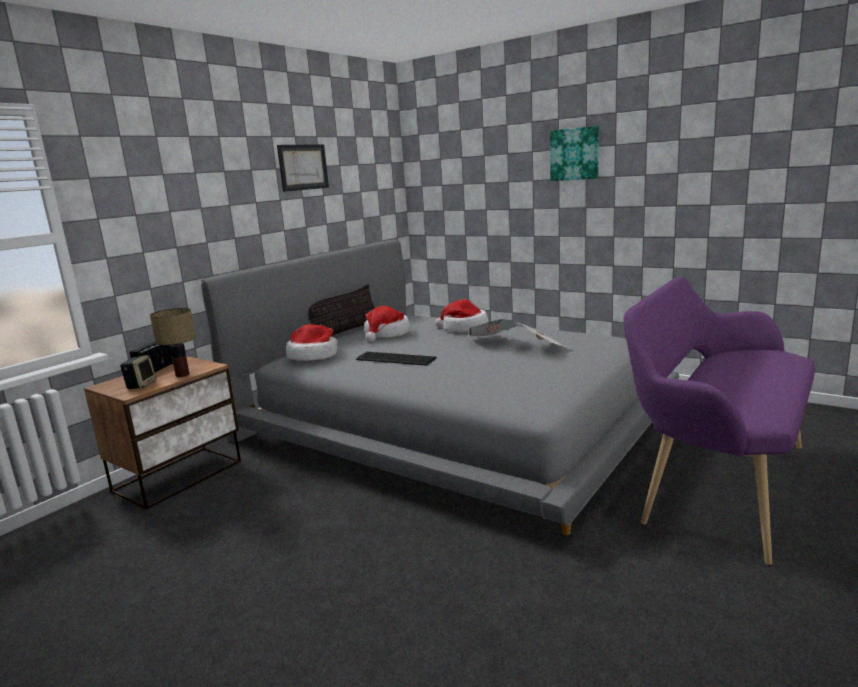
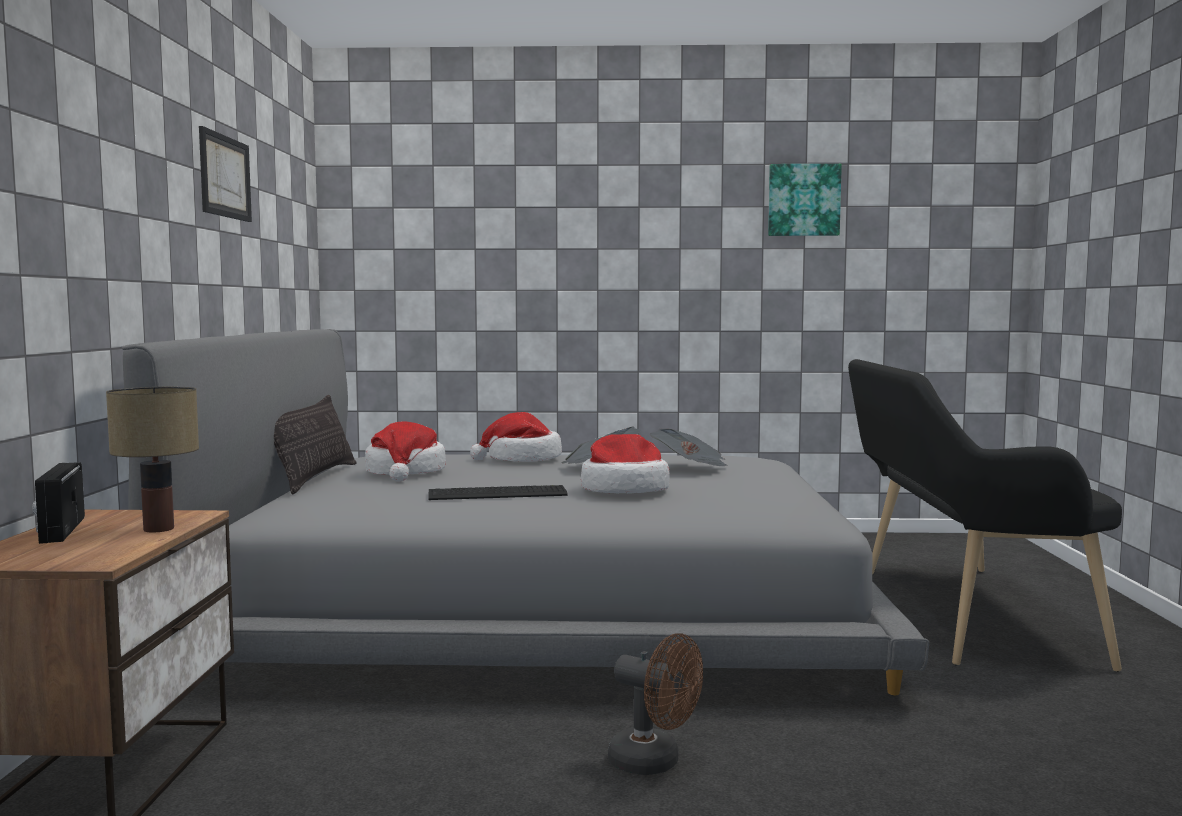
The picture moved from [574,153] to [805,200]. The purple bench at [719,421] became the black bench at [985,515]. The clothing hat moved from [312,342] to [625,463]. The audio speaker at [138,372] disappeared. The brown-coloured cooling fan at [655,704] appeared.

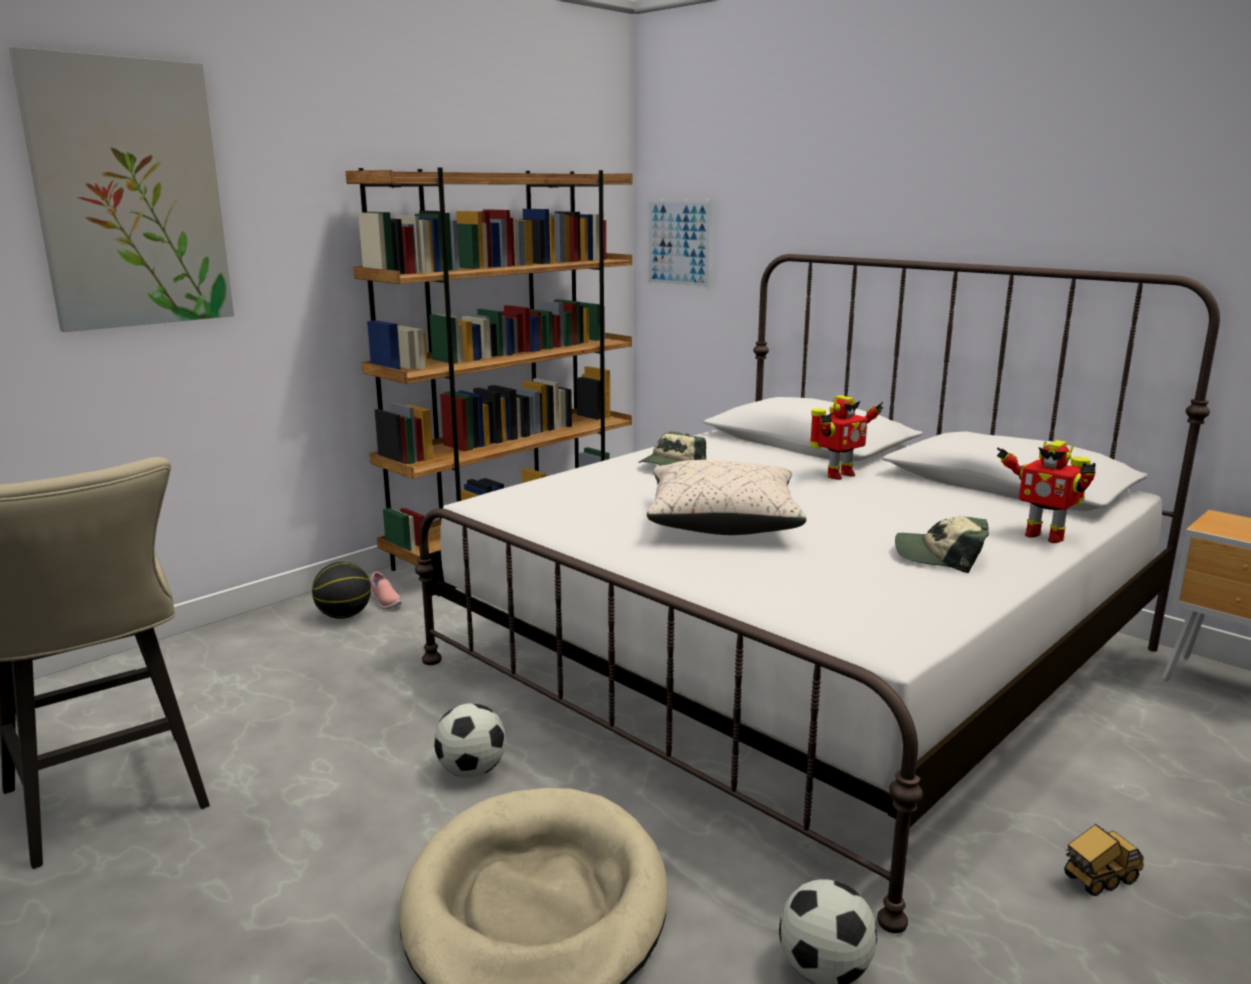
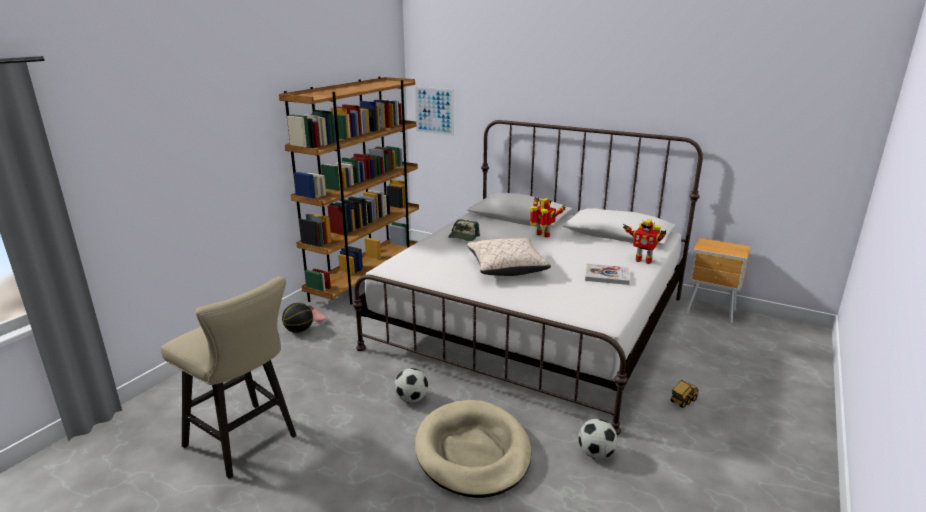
The picture at [121,189] disappeared. The model robot at [847,437] turned 90 degrees counterclockwise. The peaked cap at [942,544] was replaced by the book at [607,274].

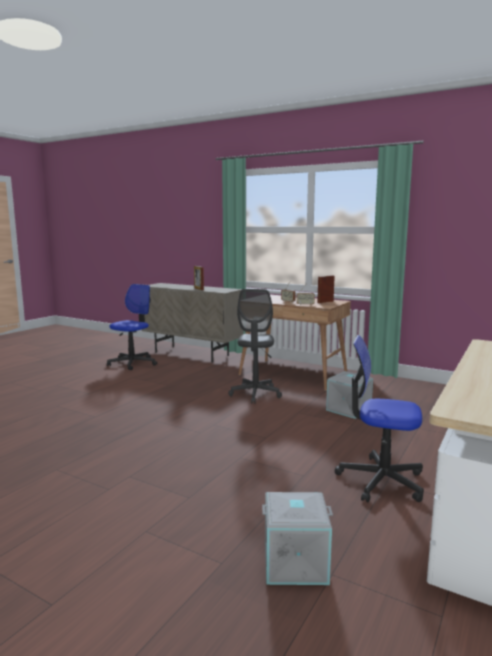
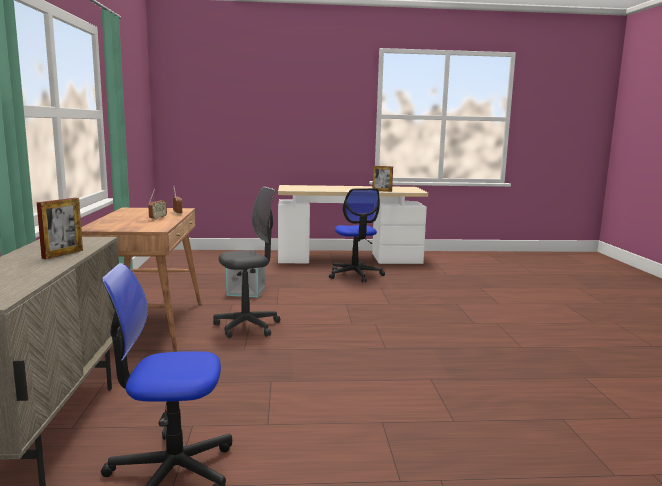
The picture frame moved from [326,289] to [382,179]. The gray storage box at [297,538] disappeared.

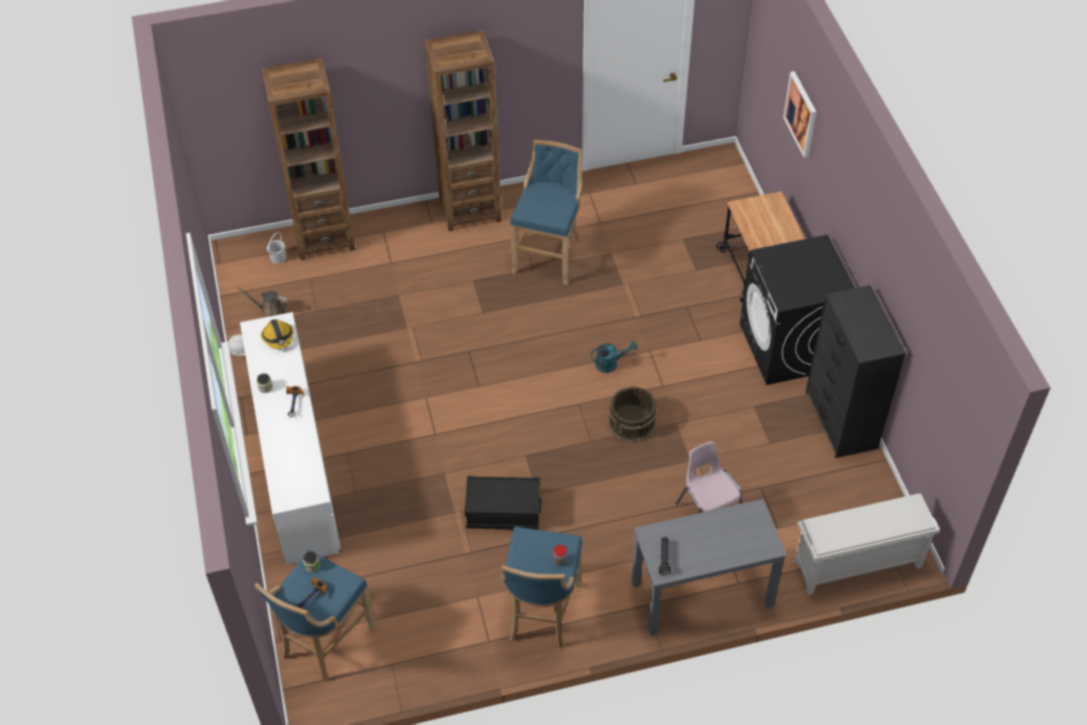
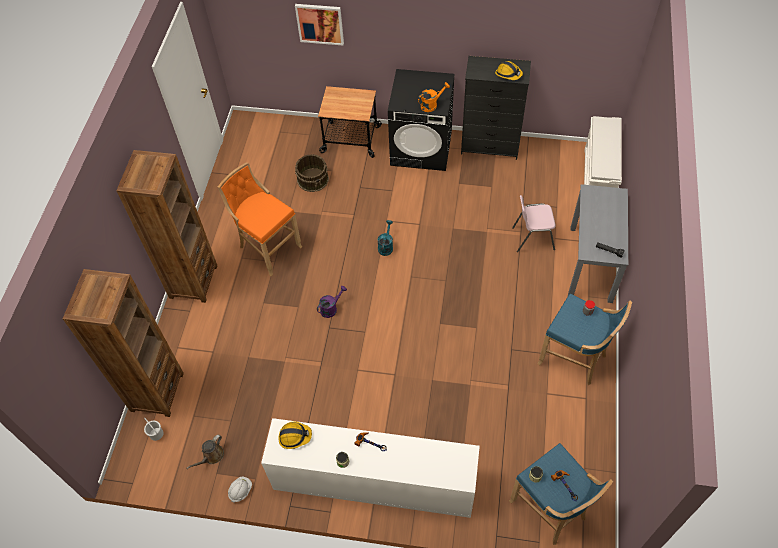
The blue-coloured stool seat at [546,212] became the orange stool seat at [260,219]. The brown-coloured pail moved from [632,414] to [312,173]. The black storage box at [502,503] disappeared. The safety helmet at [509,70] appeared. The orange watering pot at [434,97] appeared. The purple watering pot at [332,302] appeared.

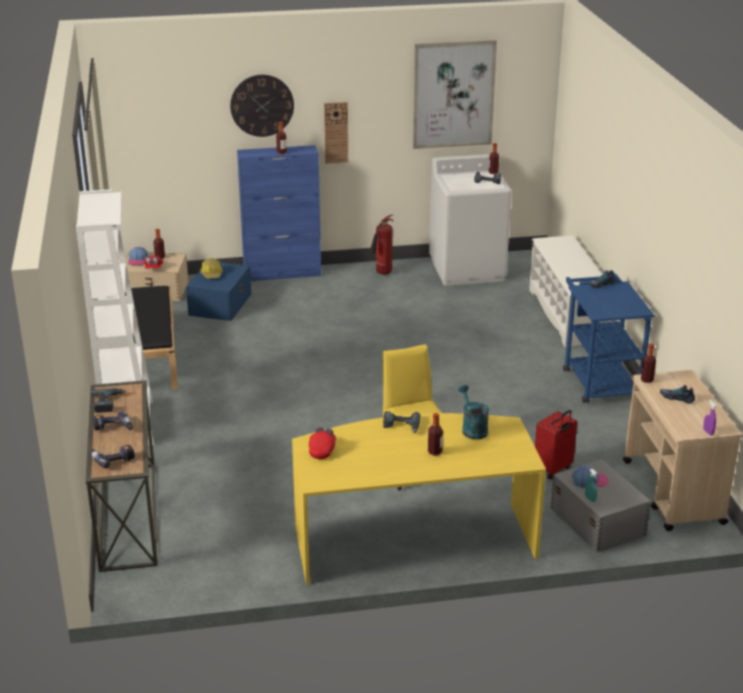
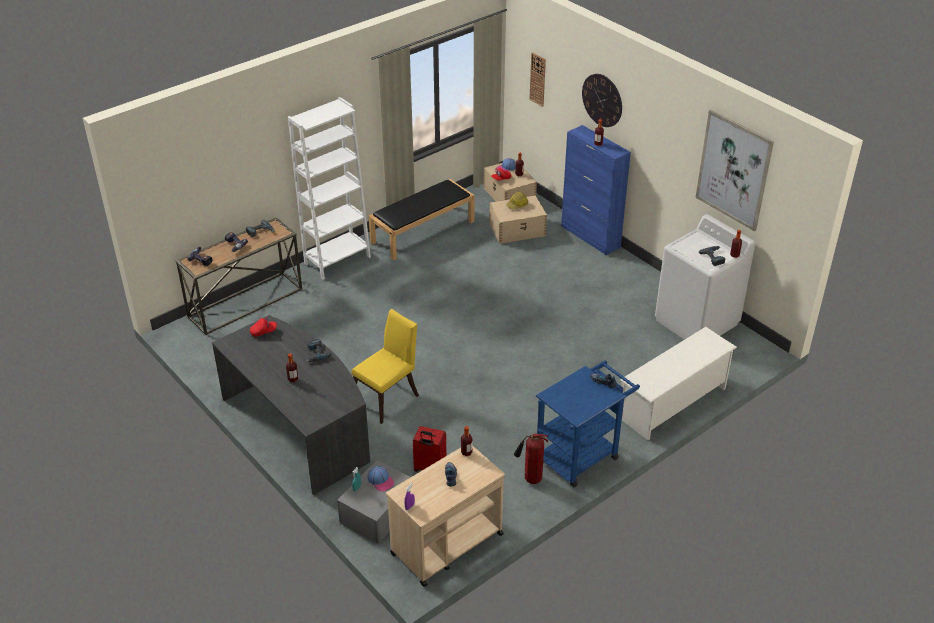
The clock on the wall moved from [336,133] to [537,79]. The fire extinguisher moved from [381,245] to [531,459]. The blue-coloured storage box at [218,292] became the beige-coloured storage box at [518,219]. The turquoise watering pot at [473,412] disappeared. The yellow desk unit at [419,499] became the gray desk unit at [291,405].

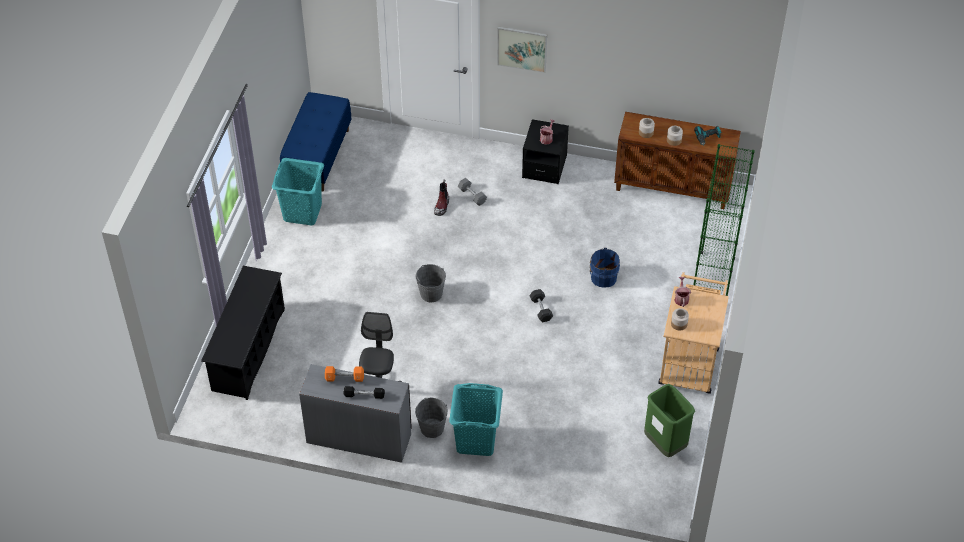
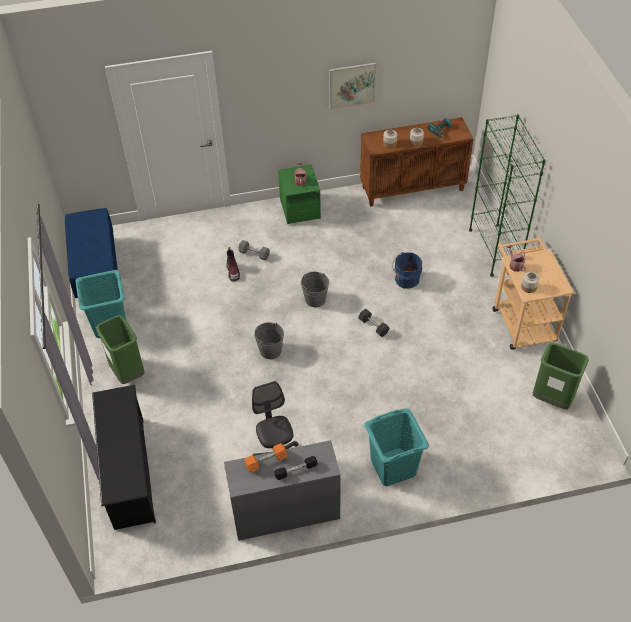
The picture moved from [522,49] to [352,86]. The black night table at [545,151] became the green night table at [299,194]. The gray pail moved from [431,418] to [315,289]. The green waste bin at [120,349] appeared.

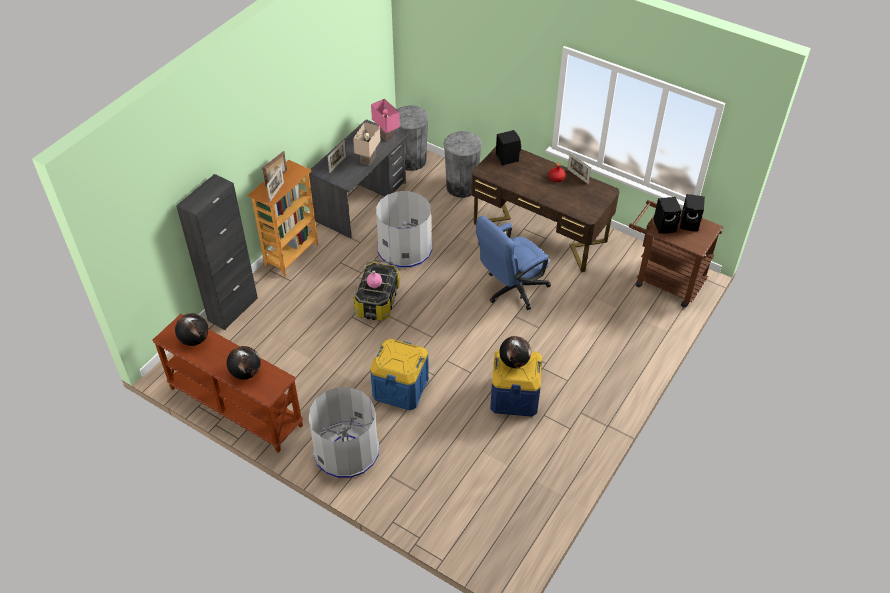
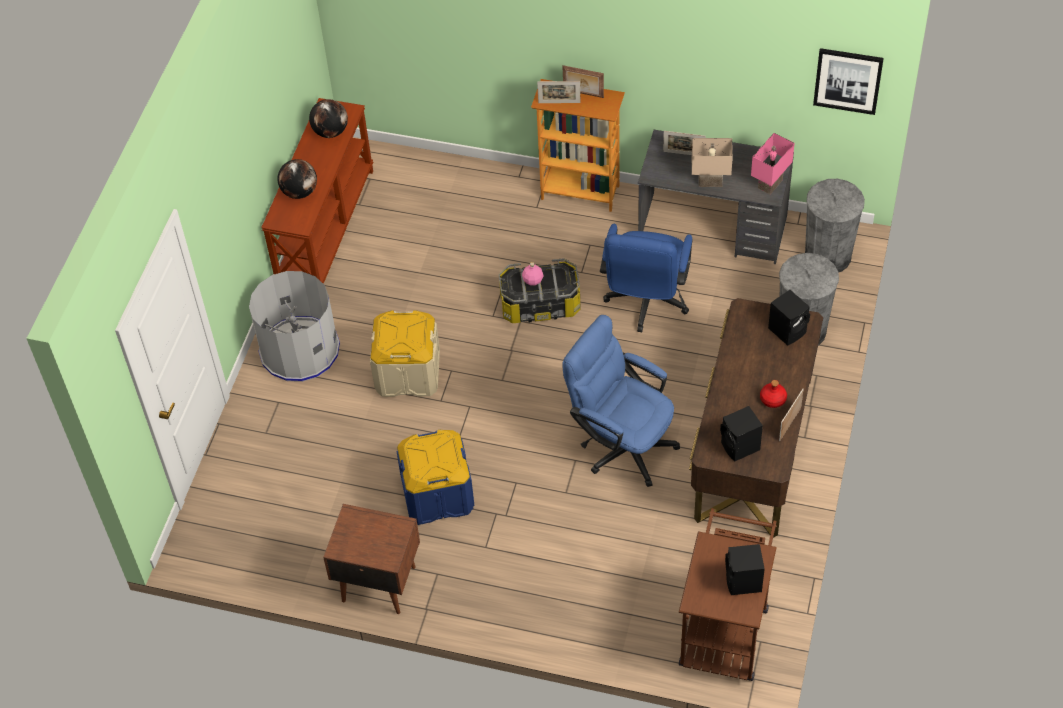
The black storage cabinet at [217,252] disappeared. The gray waste bin at [404,229] was replaced by the blue-coloured desk chair at [646,278]. The black audio speaker moved from [667,215] to [741,434]. The desk globe at [515,352] disappeared. The blue-coloured storage box at [399,374] became the beige-coloured storage box at [405,353]. The picture at [848,81] appeared. The brown-coloured night table at [371,559] appeared.

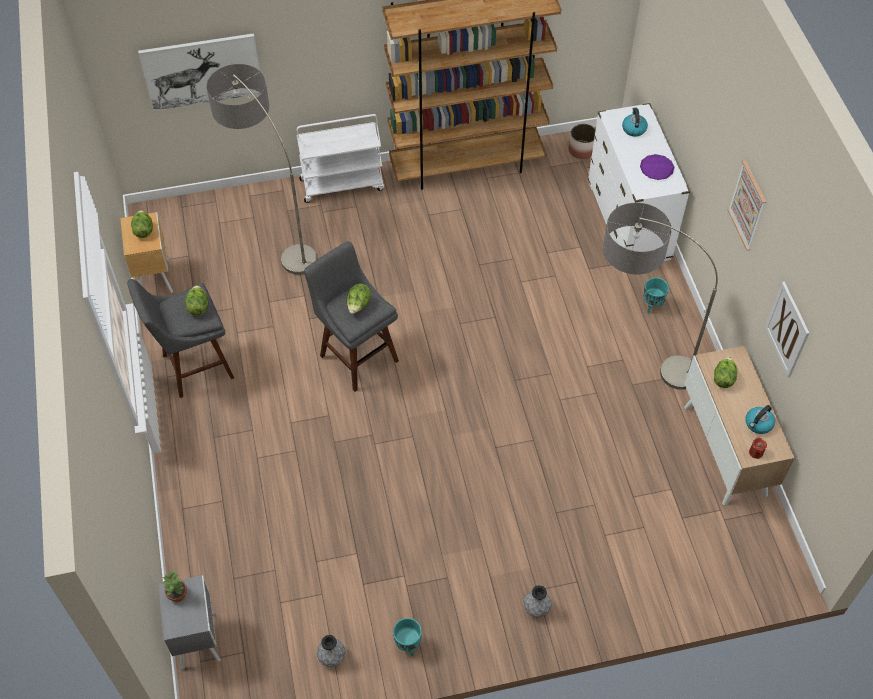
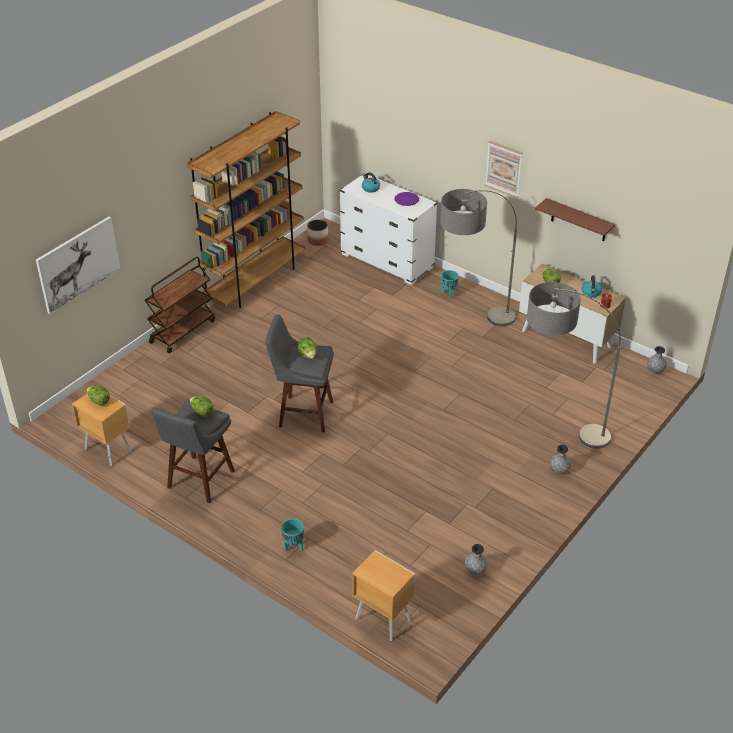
The floor lamp moved from [262,169] to [574,365]. The white wheeled cart at [340,158] became the brown-coloured wheeled cart at [179,305]. The picture at [787,329] was replaced by the brown-coloured wall shelf at [575,219]. The potted plant at [174,586] disappeared. The gray night table at [189,622] became the brown-coloured night table at [383,595]. The turquoise planter moved from [407,637] to [292,535]. The gray flower vase at [657,360] appeared.

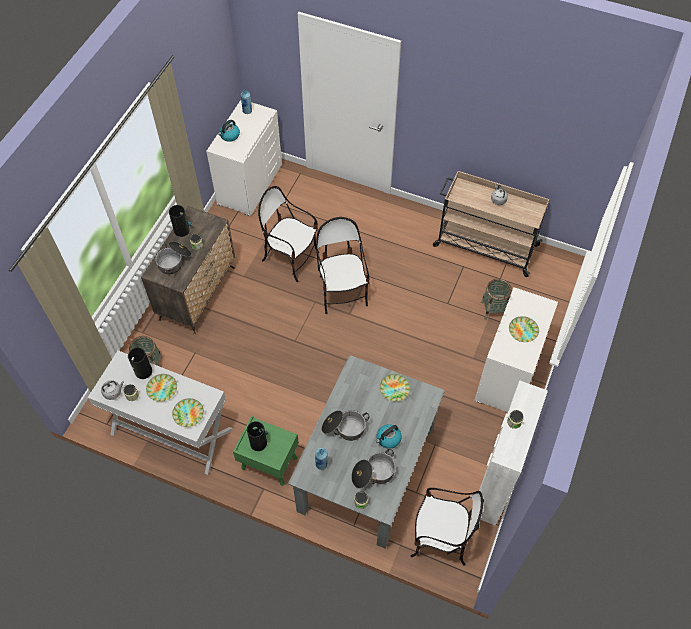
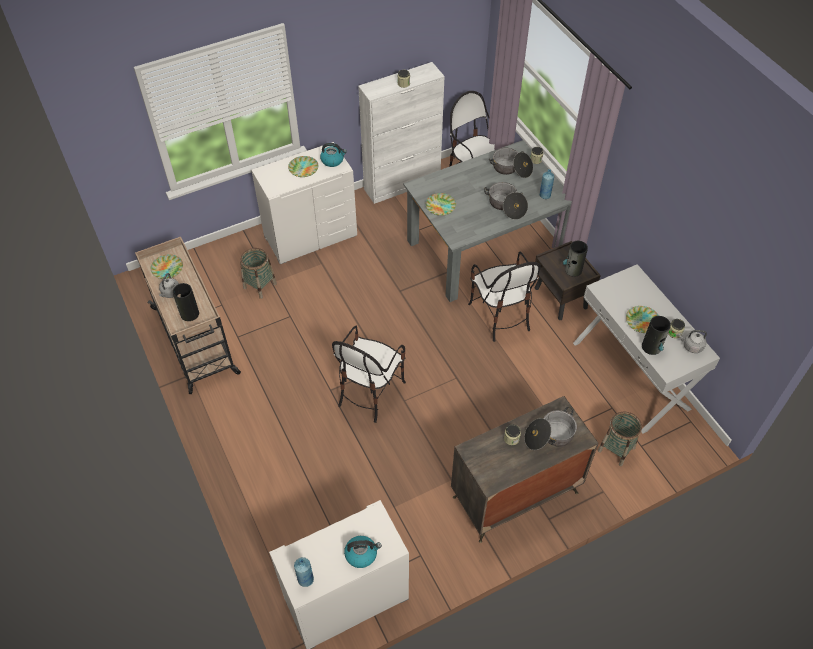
The plain chair moved from [288,234] to [504,296]. The flower vase moved from [180,221] to [185,302]. The plate moved from [188,412] to [167,266]. The green night table at [266,451] became the brown-coloured night table at [568,280]. The kettle moved from [389,436] to [333,155].

